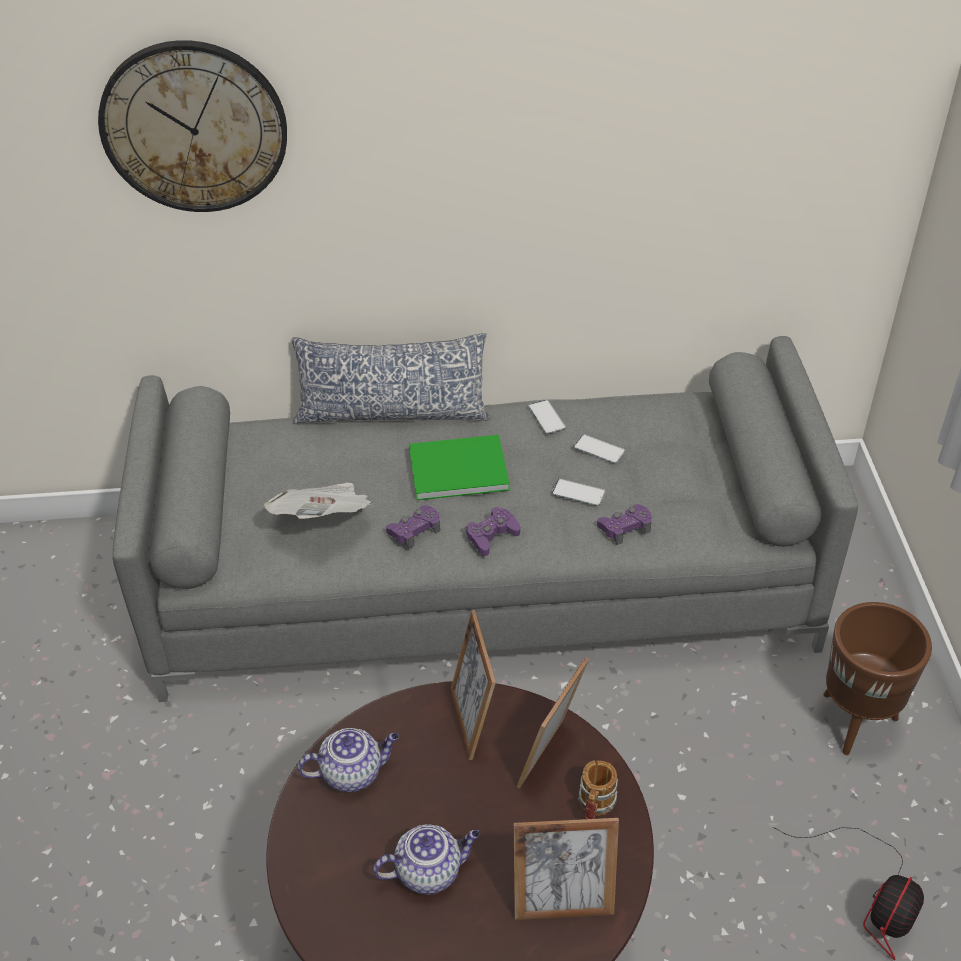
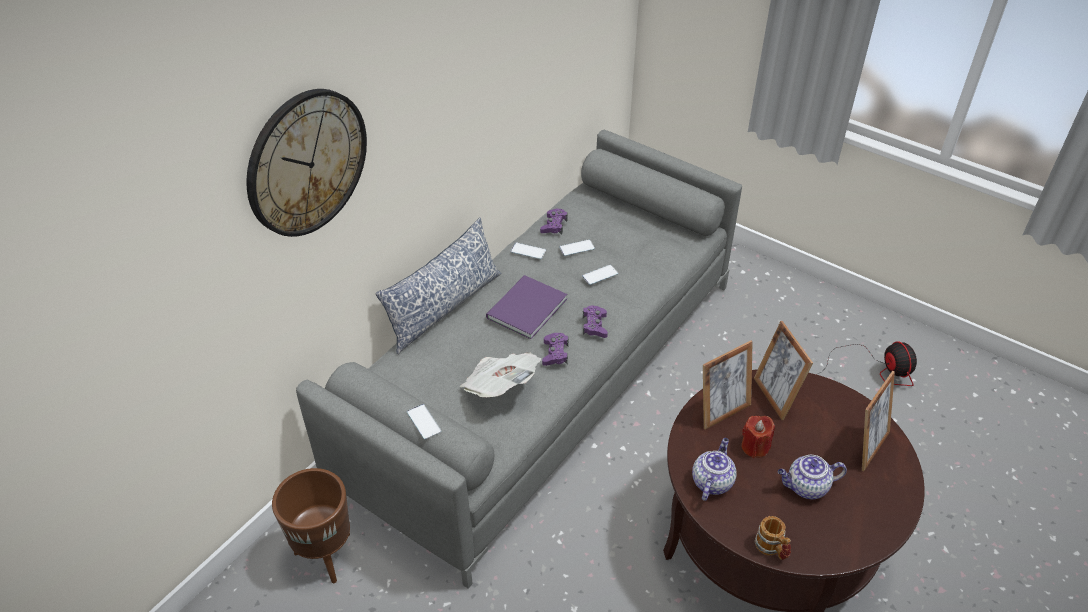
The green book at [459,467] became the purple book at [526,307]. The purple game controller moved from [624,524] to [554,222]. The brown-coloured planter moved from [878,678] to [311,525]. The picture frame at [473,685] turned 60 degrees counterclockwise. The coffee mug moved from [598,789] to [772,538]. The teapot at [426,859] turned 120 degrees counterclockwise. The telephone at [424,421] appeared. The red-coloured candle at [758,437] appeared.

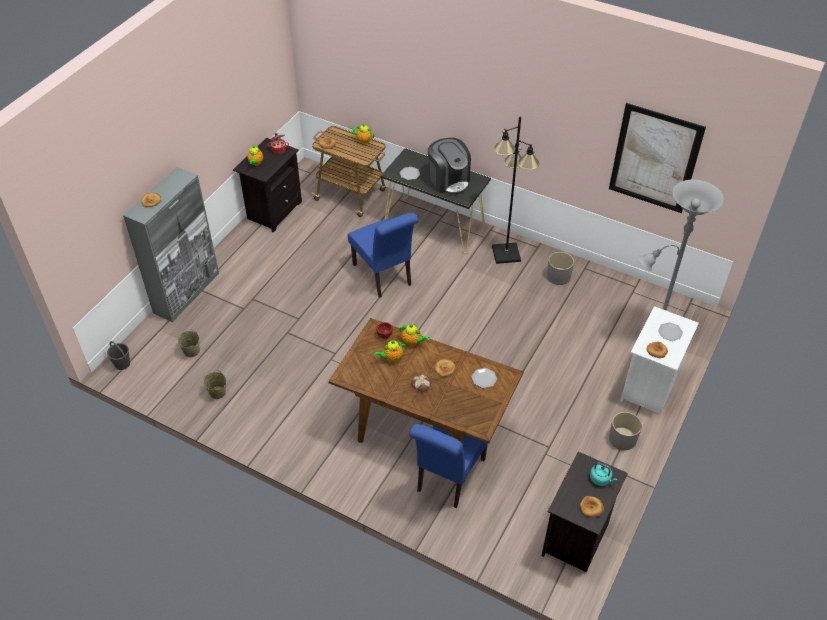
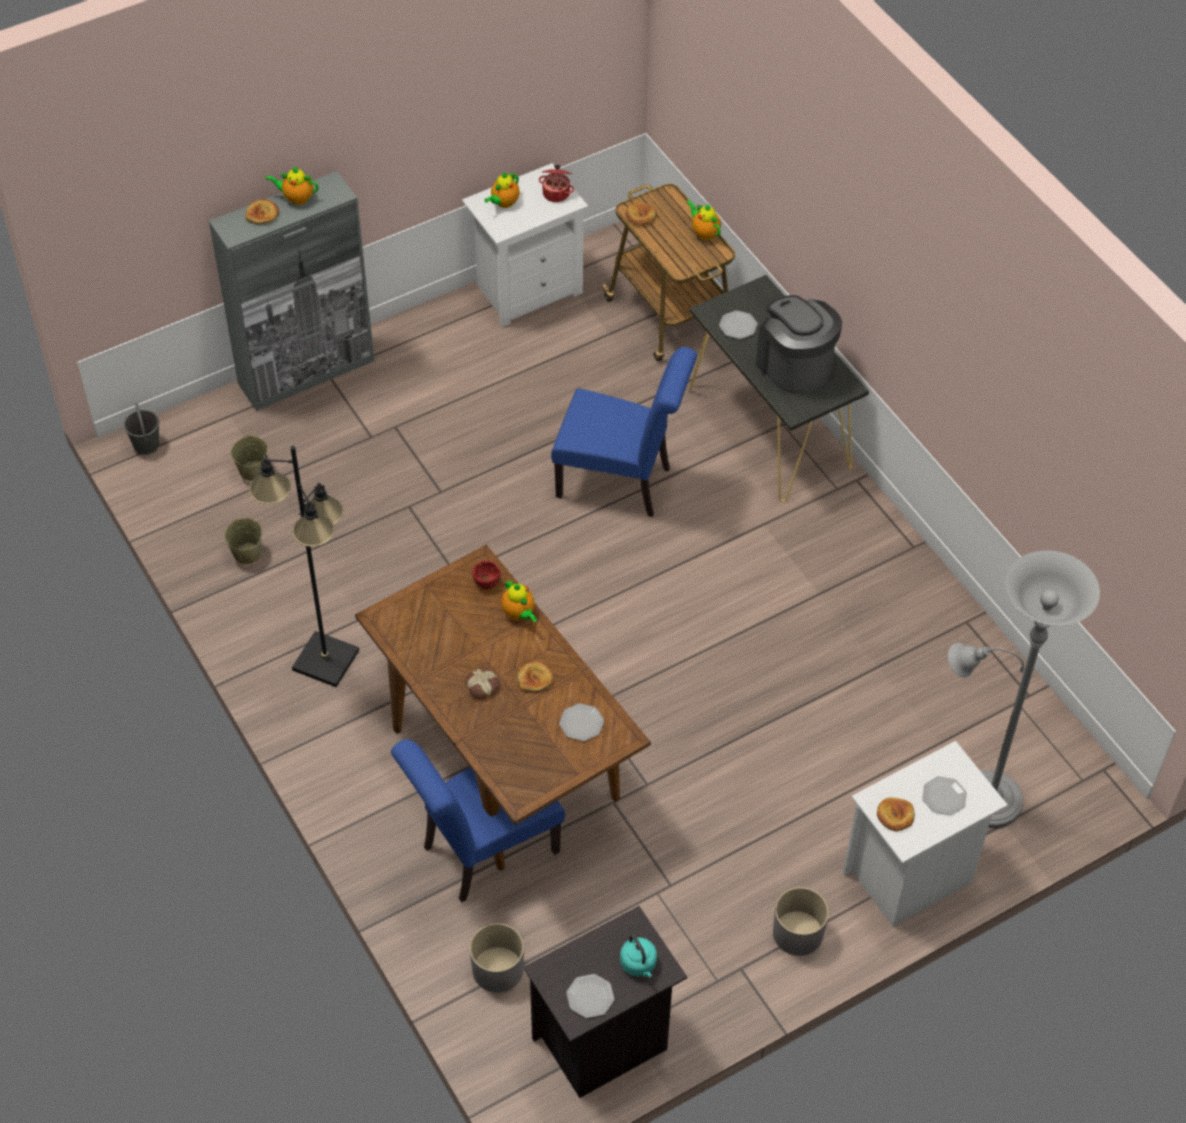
The picture at [657,158] disappeared. The black floor lamp moved from [515,190] to [304,566]. The black night table at [267,185] became the white night table at [525,245]. The coffee machine at [449,166] turned 150 degrees clockwise. The blue-coloured plain chair at [383,255] turned 75 degrees counterclockwise. The gray planter moved from [560,268] to [497,958]. The teapot moved from [390,351] to [291,186]. The bread at [592,506] was replaced by the plate at [590,996].

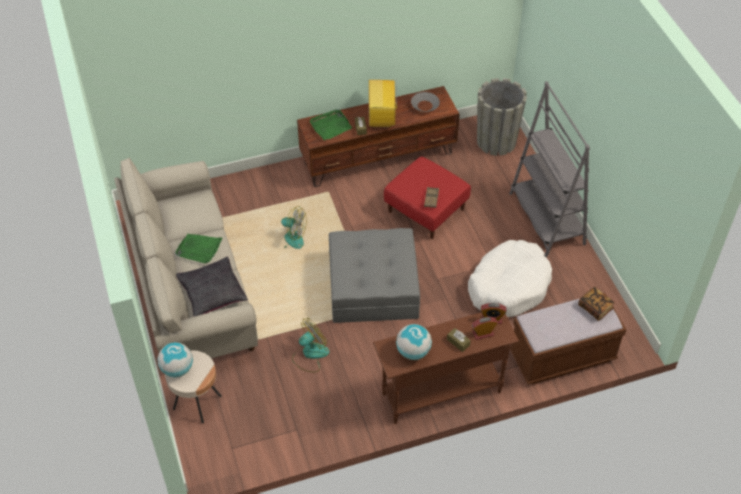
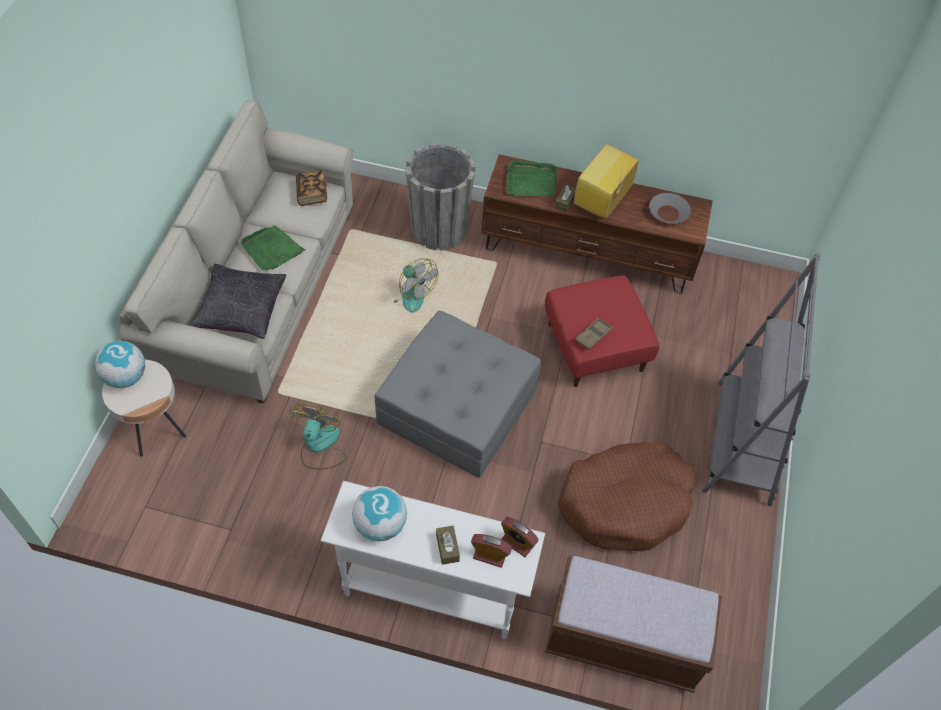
The gray planter moved from [502,117] to [440,196]. The white dog cushion at [510,278] became the brown-coloured dog cushion at [626,496]. The book moved from [596,304] to [311,188]. The brown-coloured console table at [446,368] became the white console table at [433,560]. The cooling fan at [310,345] turned 75 degrees counterclockwise.

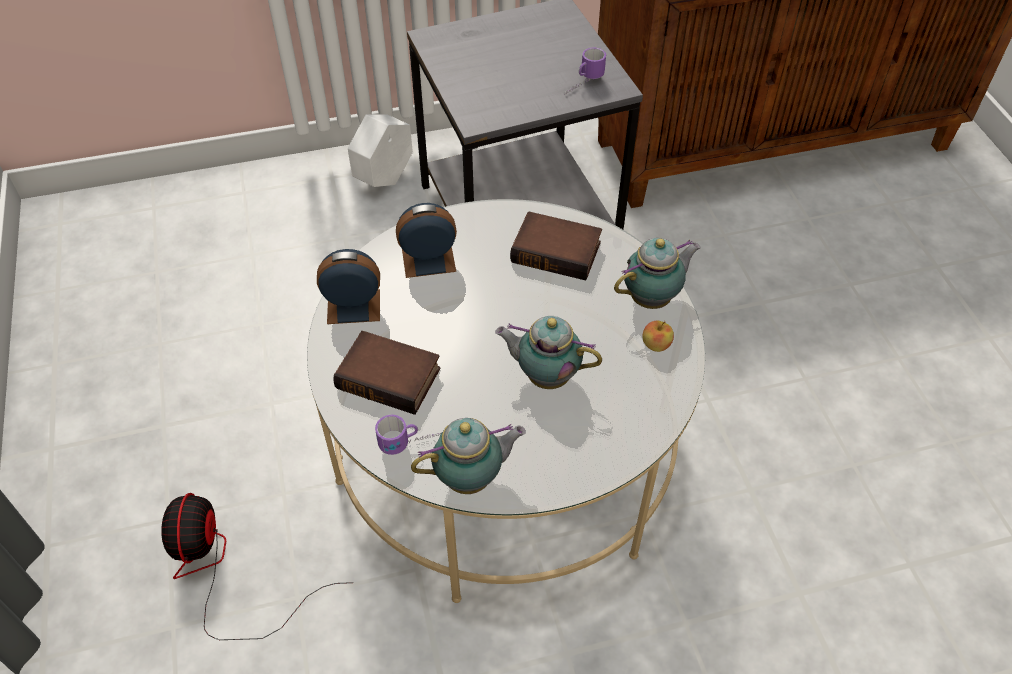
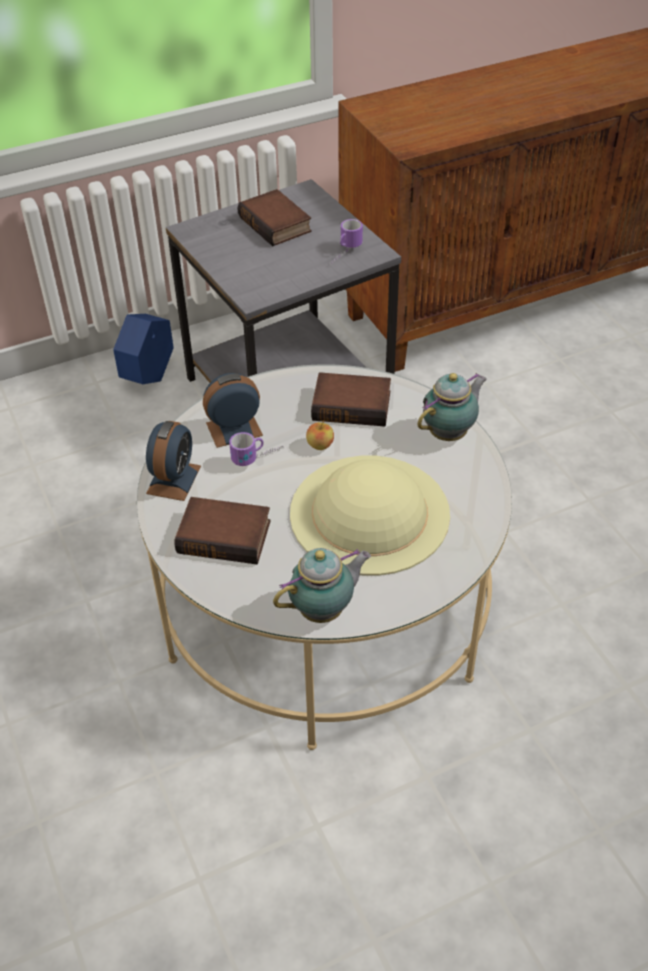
The white planter at [380,150] became the blue-coloured planter at [143,349]. The table clock at [348,286] turned 120 degrees clockwise. The teapot at [548,352] was replaced by the beige-coloured clothing hat at [370,516]. The whole apple moved from [658,336] to [320,435]. The coffee mug moved from [408,435] to [255,449]. The cooling fan at [257,566] disappeared. The book at [274,218] appeared.

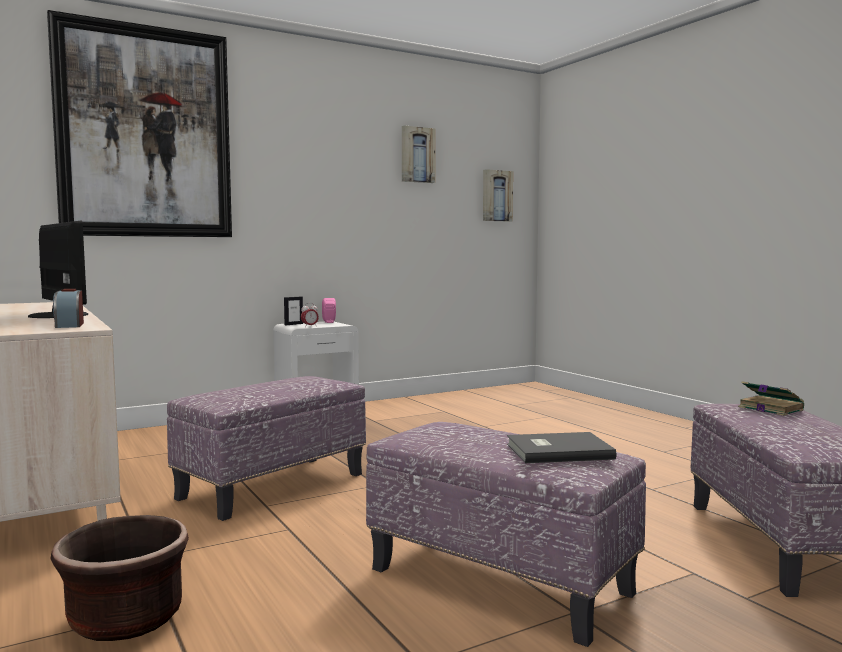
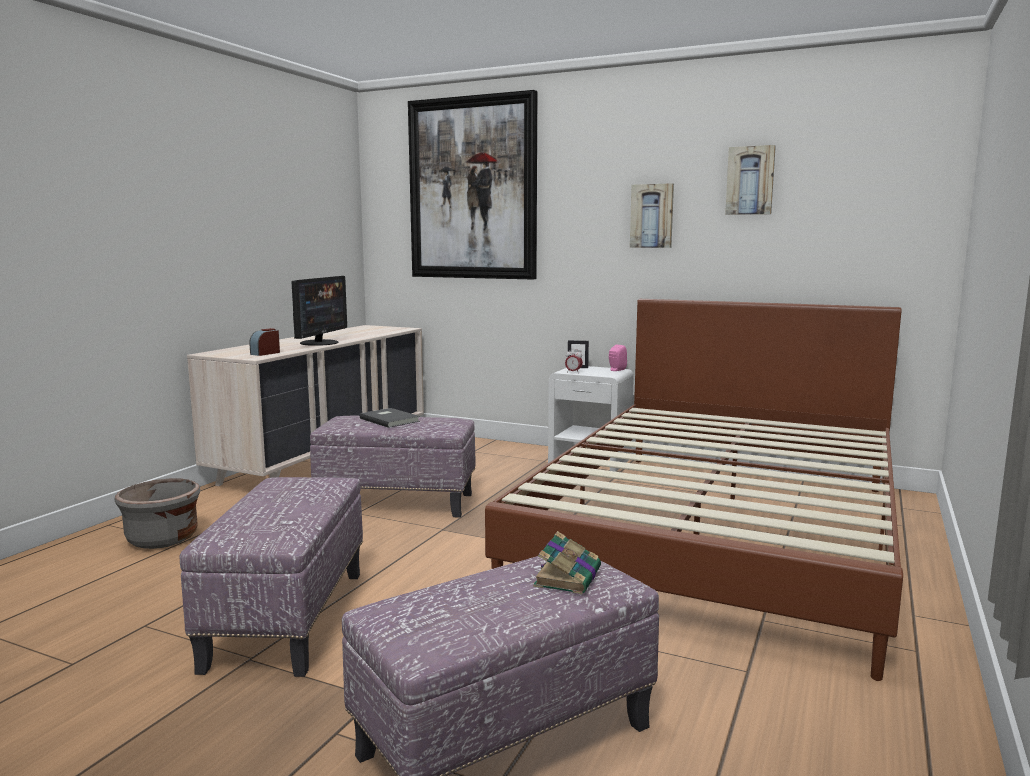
The picture moved from [498,195] to [652,215]. The gray book moved from [562,447] to [390,418]. The brown-coloured planter at [119,578] became the gray planter at [157,514]. The brown-coloured bed at [694,490] appeared.

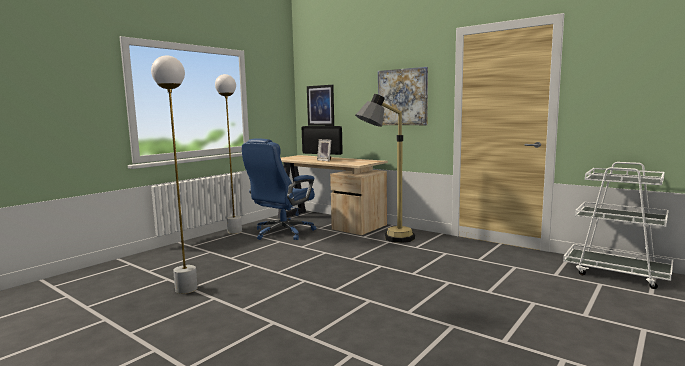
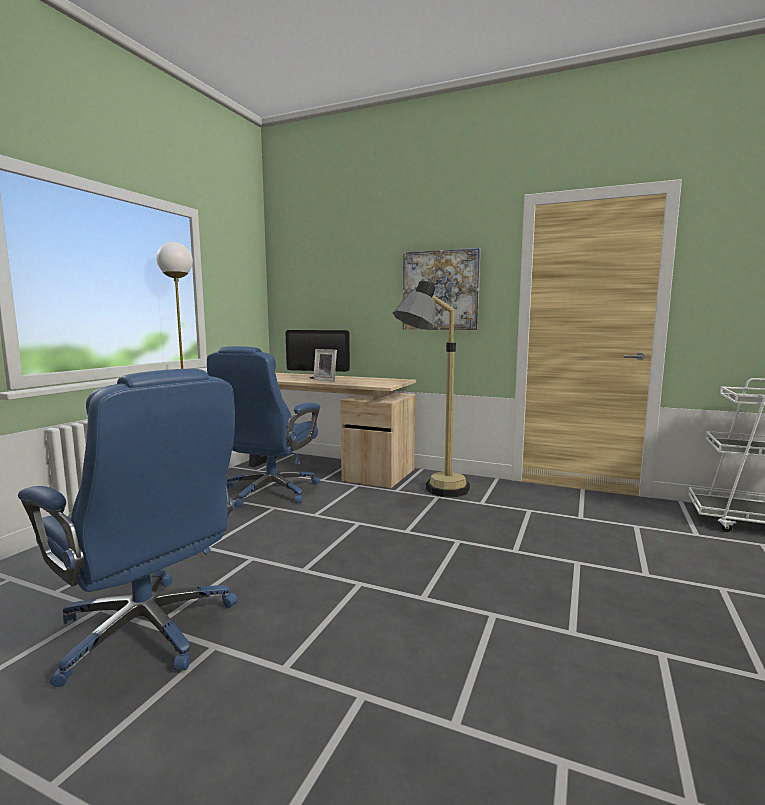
The white floor lamp at [174,174] was replaced by the blue-coloured desk chair at [128,528]. The picture at [320,105] disappeared.

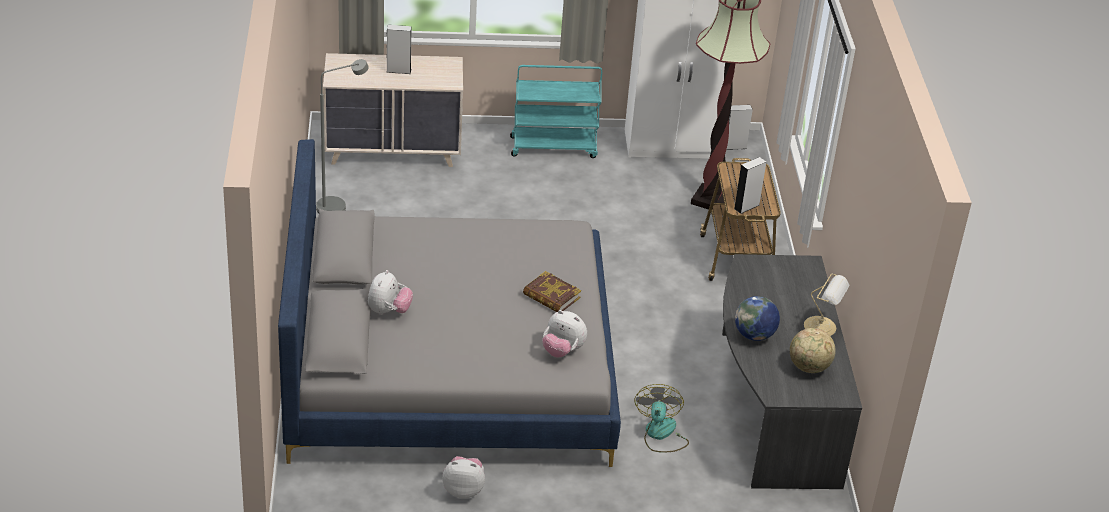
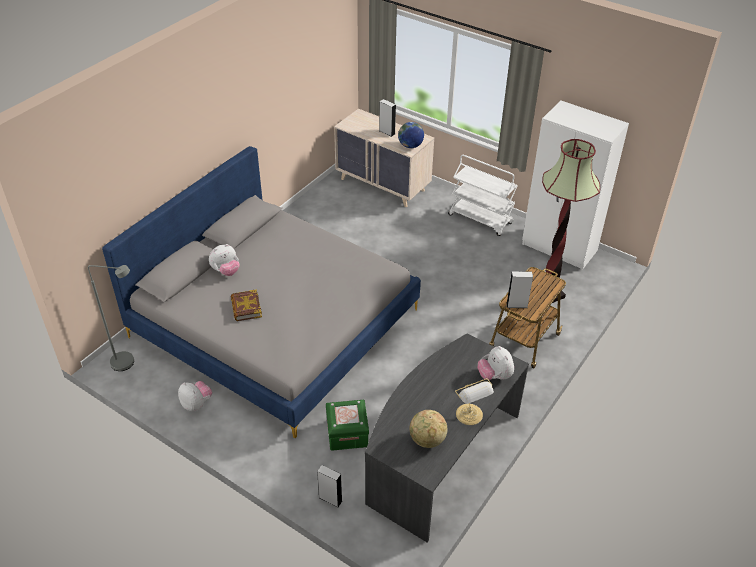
The gray floor lamp moved from [342,136] to [111,318]. The turquoise wheeled cart at [556,111] became the white wheeled cart at [483,195]. The gray audio speaker moved from [739,127] to [329,486]. The book moved from [552,291] to [246,305]. The desk globe moved from [757,318] to [411,135]. The cuddly toy moved from [564,334] to [496,363]. The cooling fan at [661,418] was replaced by the green storage box at [347,425].

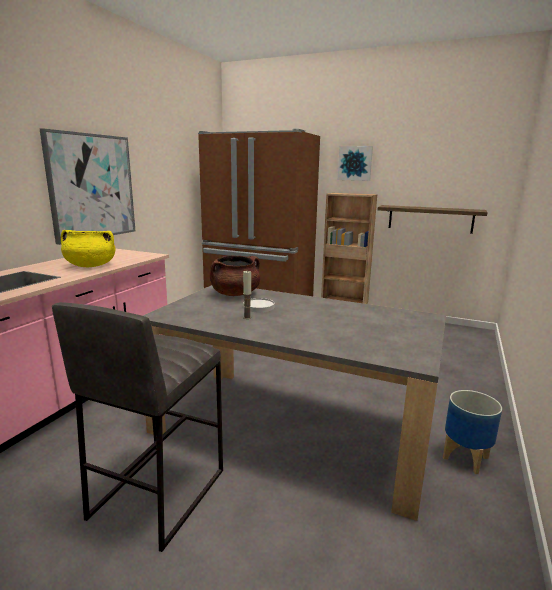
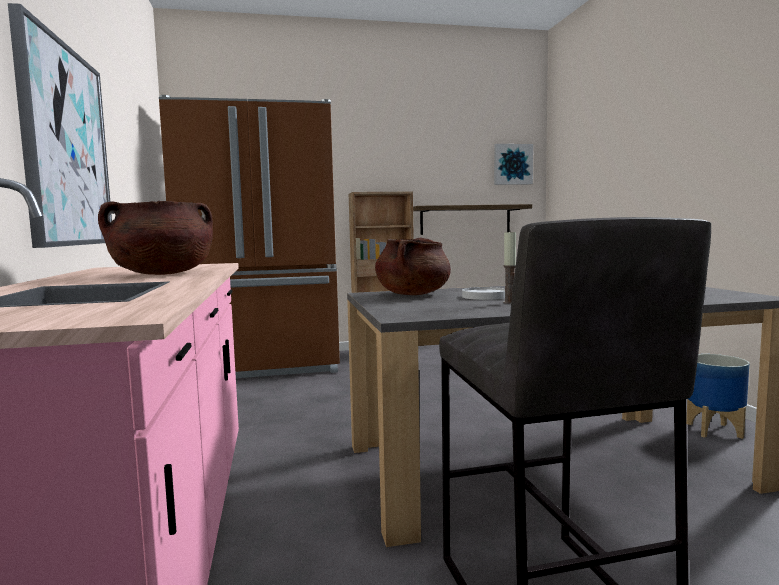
The picture moved from [355,163] to [513,164]. The yellow cooking pot at [88,248] became the brown-coloured cooking pot at [155,238].

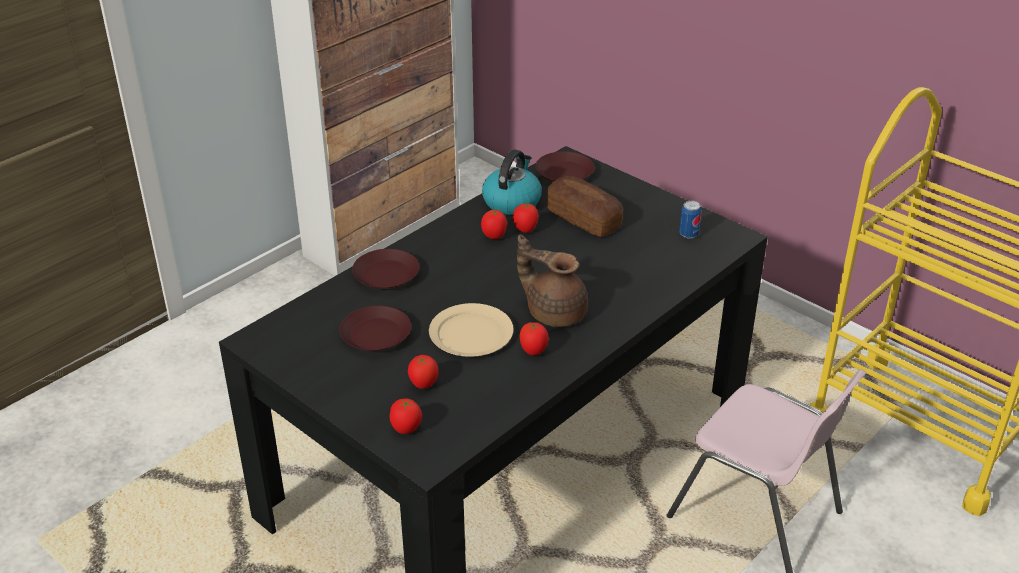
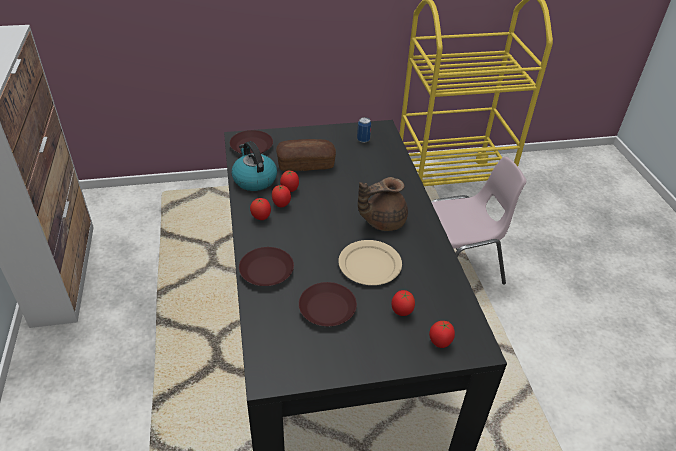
The fresh tomato moved from [534,339] to [260,209].

